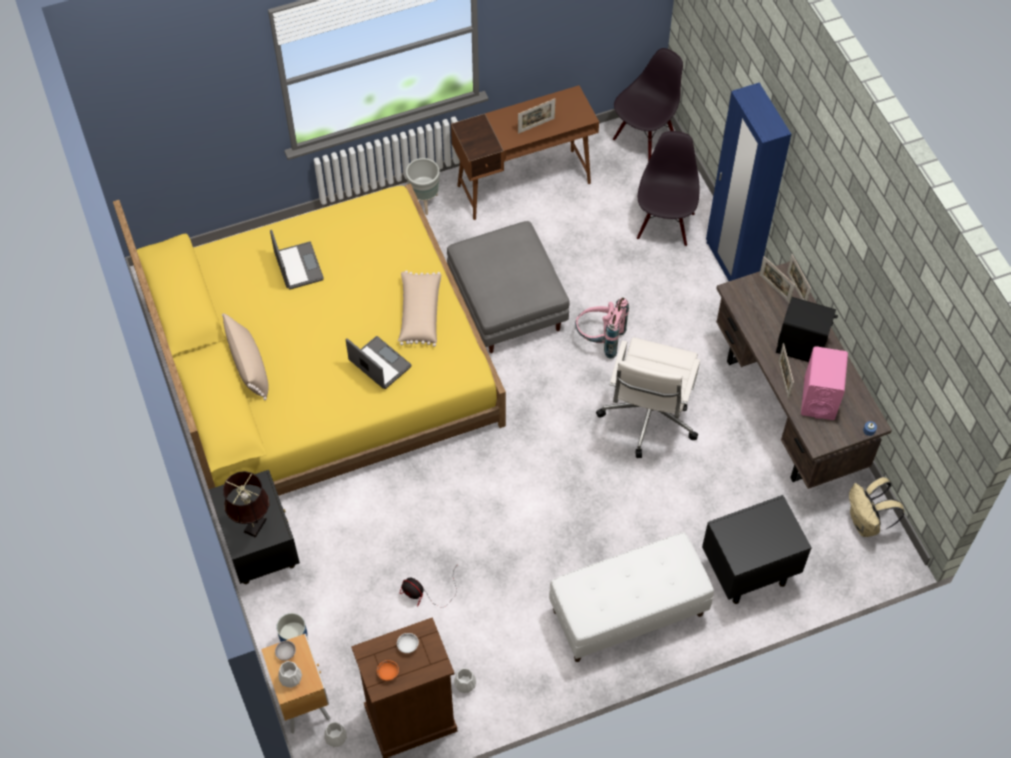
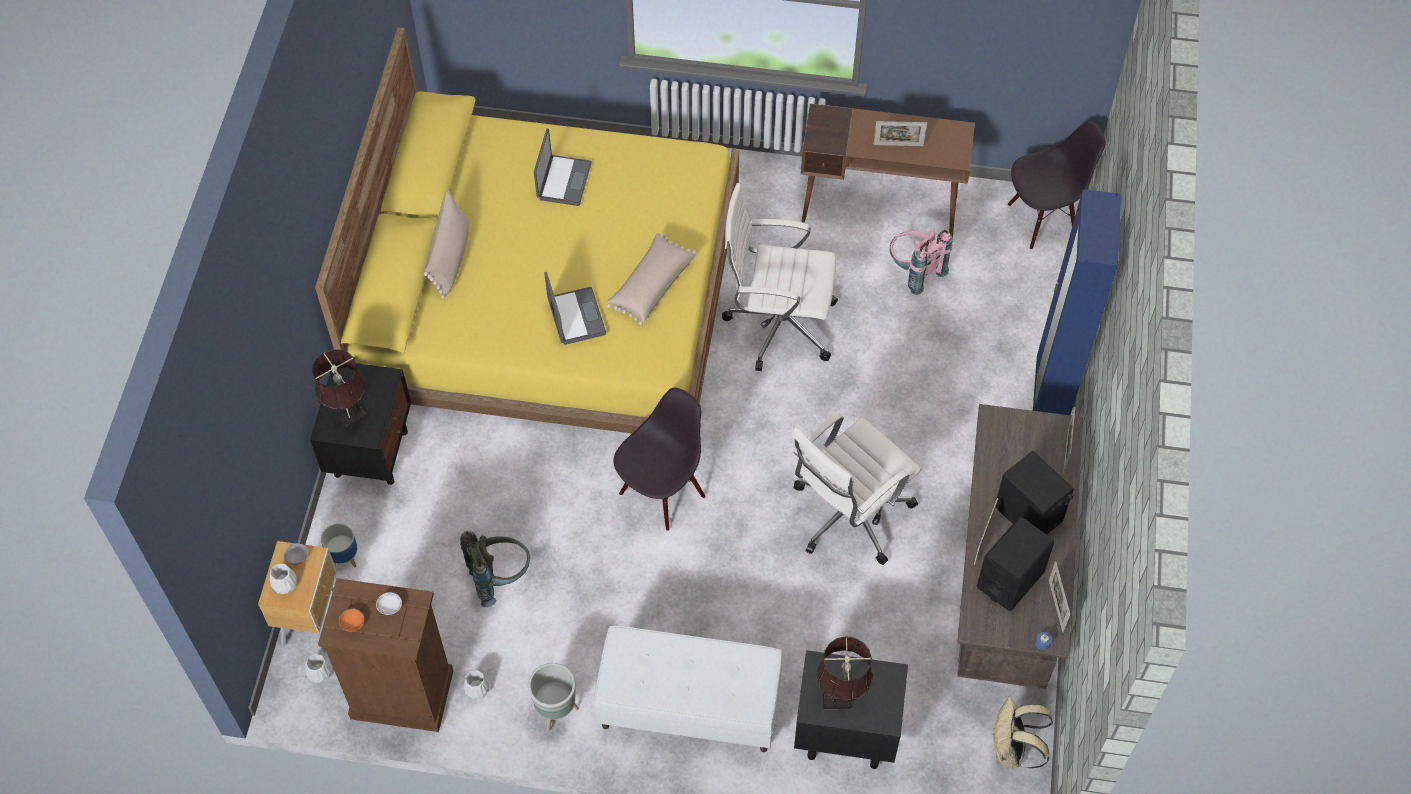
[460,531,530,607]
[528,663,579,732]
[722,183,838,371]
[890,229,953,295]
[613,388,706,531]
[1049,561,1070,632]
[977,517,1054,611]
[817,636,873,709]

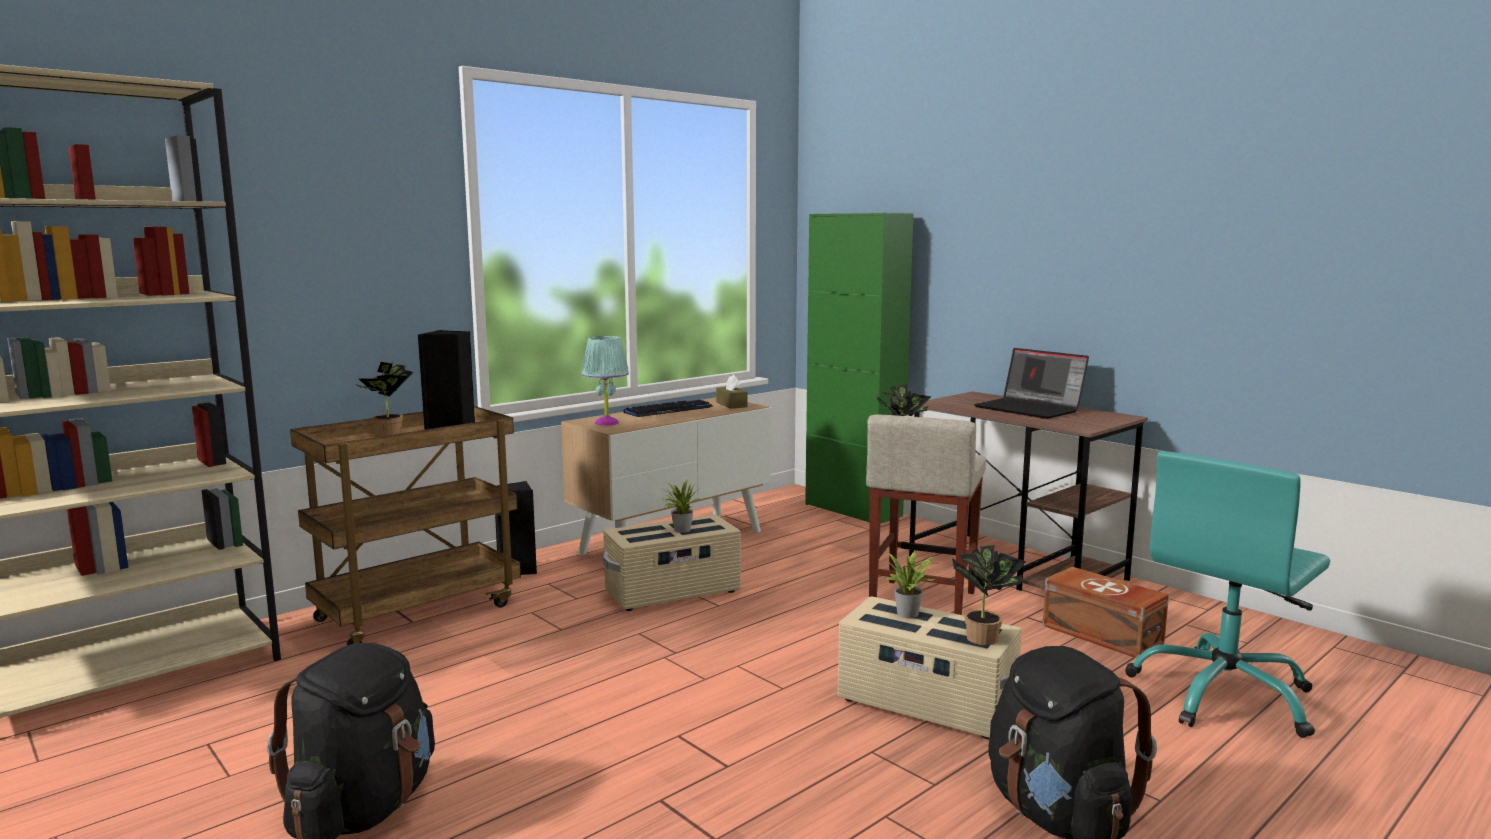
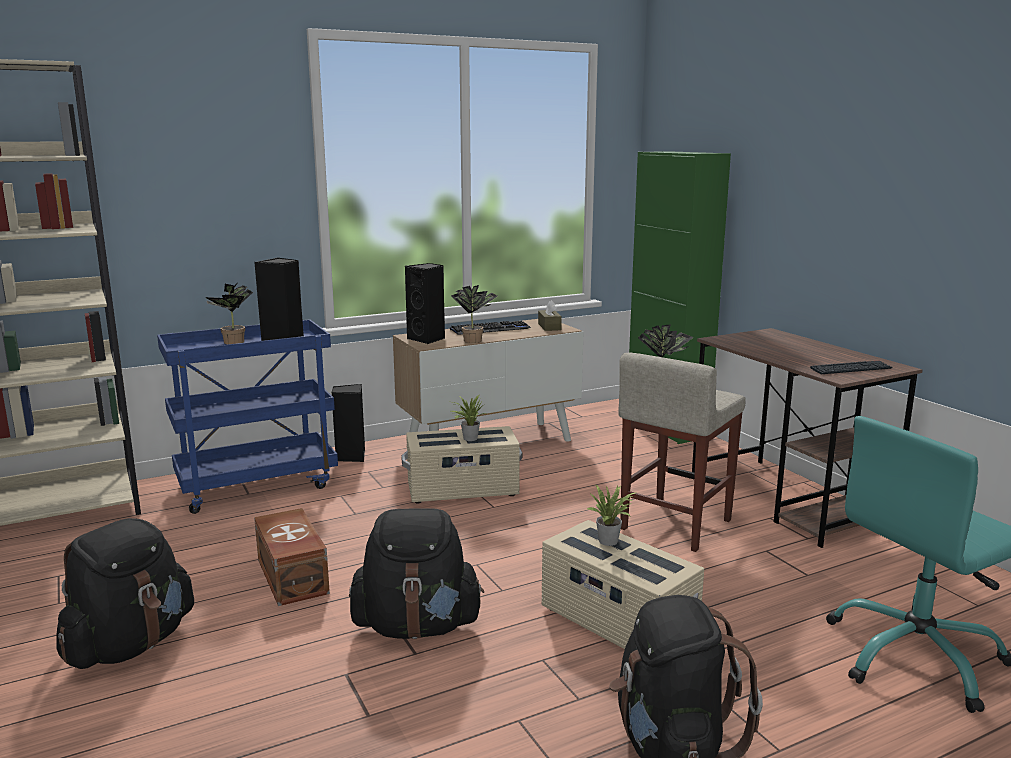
[157,319,338,514]
[405,263,445,344]
[451,285,497,343]
[974,348,1089,419] (first image)
[254,508,330,606]
[349,508,484,639]
[810,361,892,374]

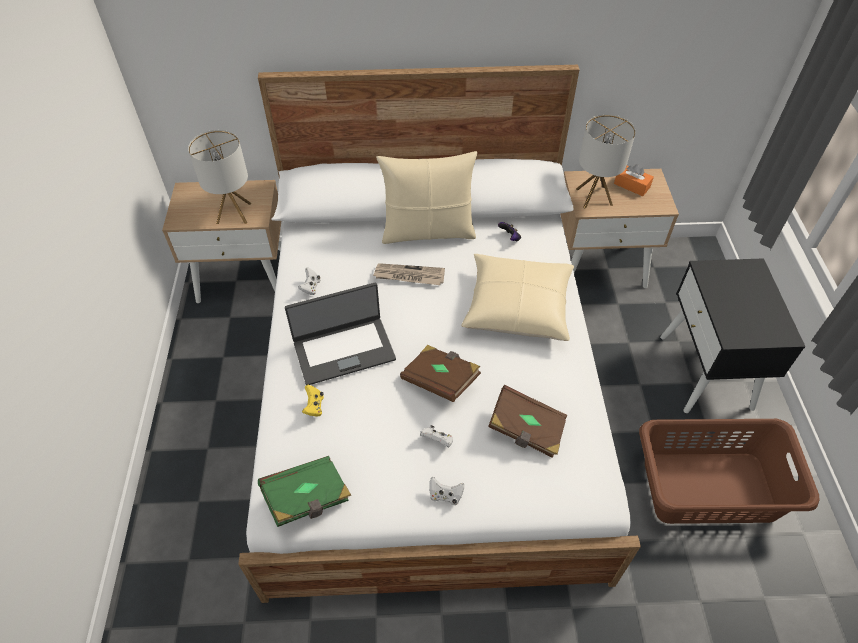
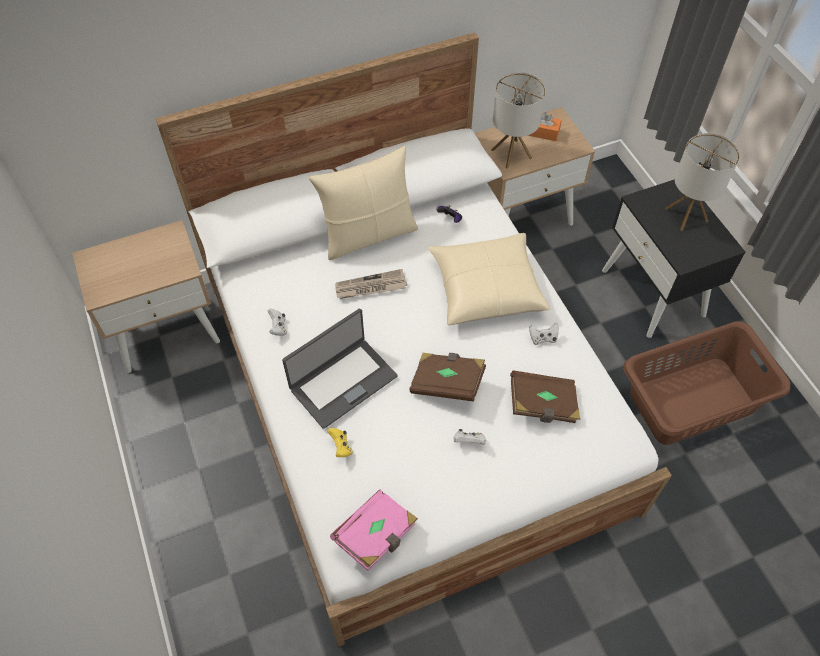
[664,133,740,231]
[330,490,418,571]
[529,323,559,345]

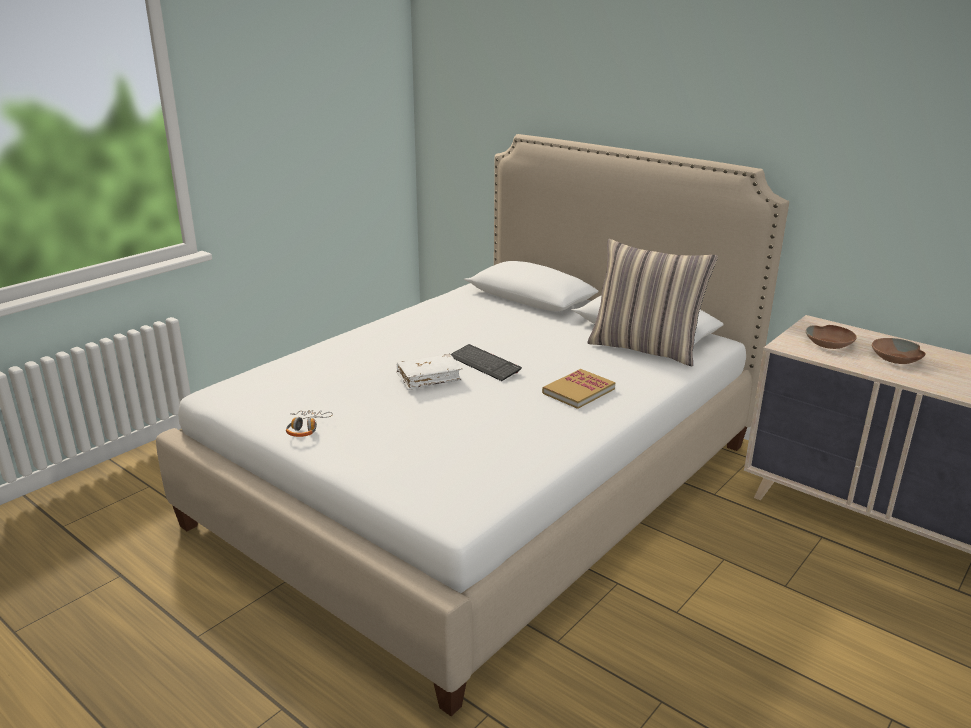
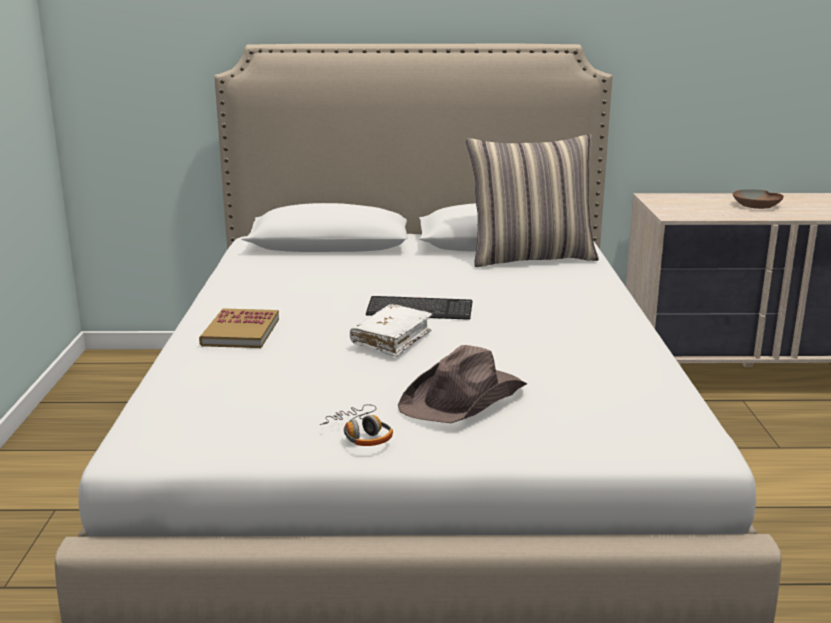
[199,308,279,348]
[806,325,857,349] (first image)
[398,345,527,423]

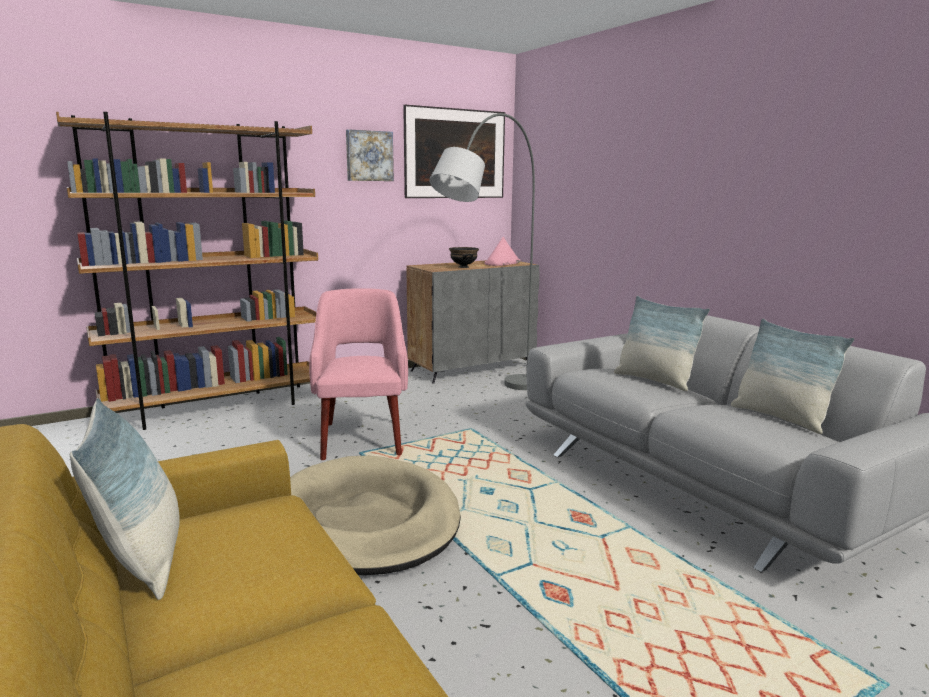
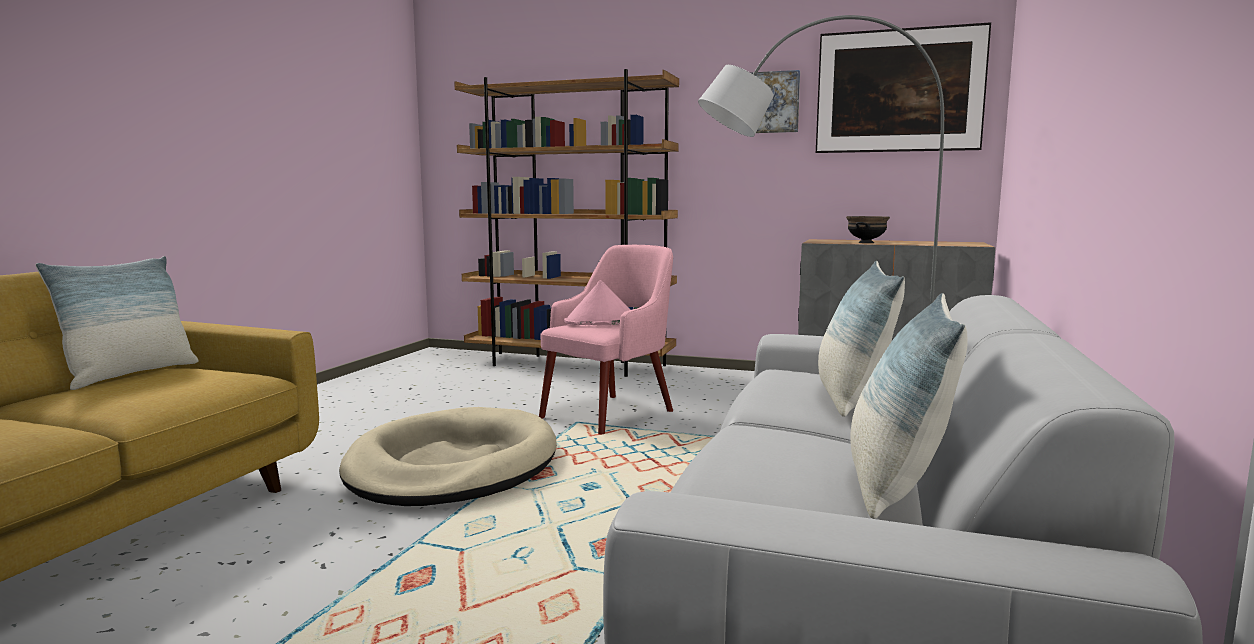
[564,280,630,325]

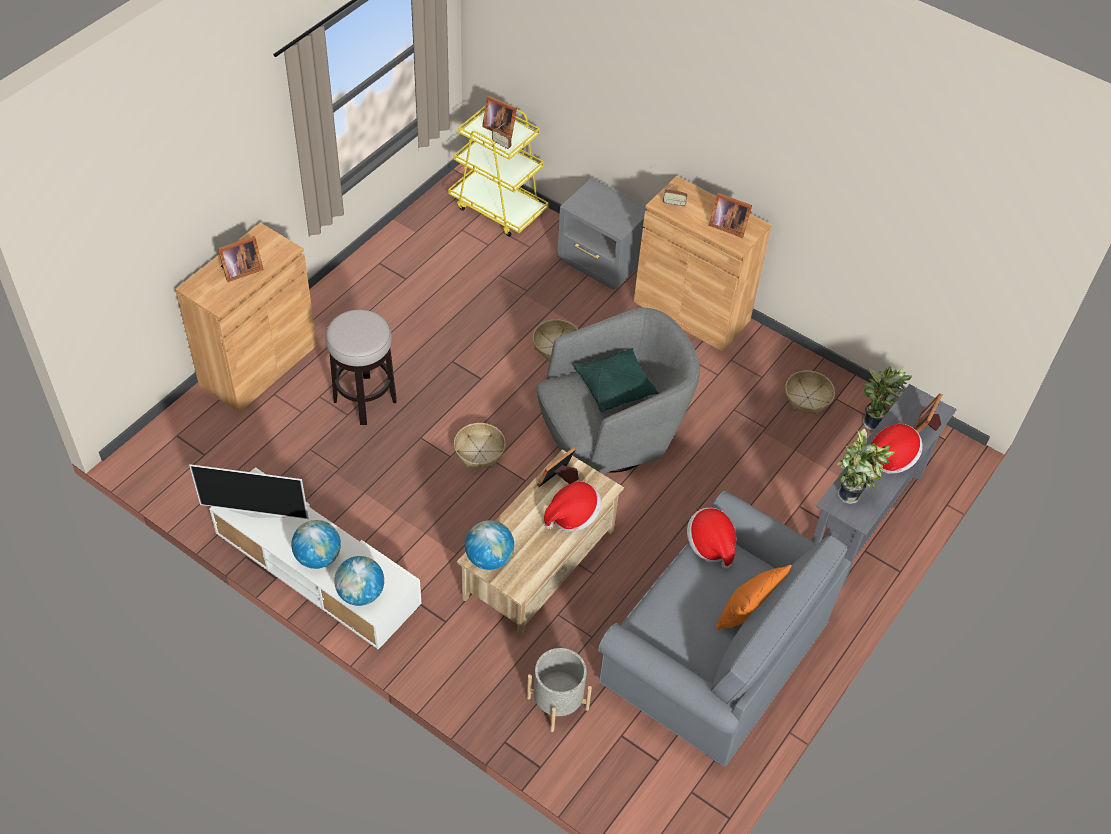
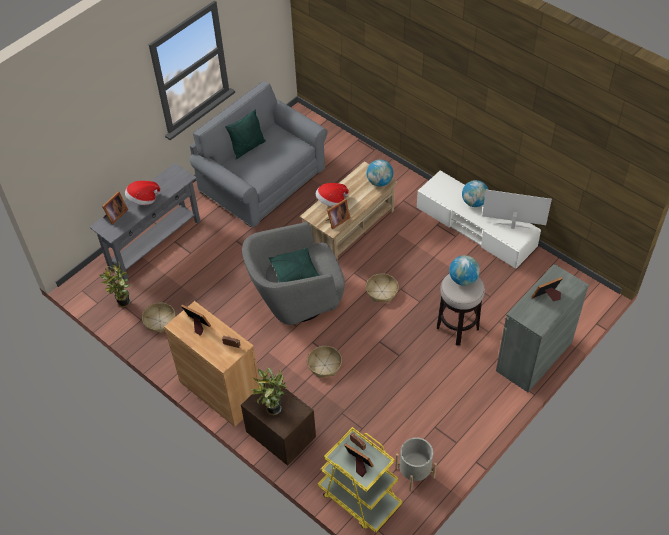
[496,264,589,392]
[449,255,480,286]
[395,437,437,491]
[241,377,316,466]
[687,508,736,569] (first image)
[225,109,266,159]
[251,367,287,415]

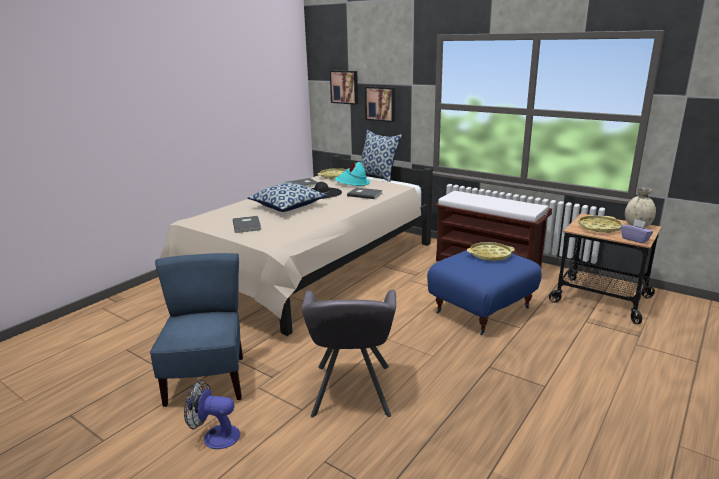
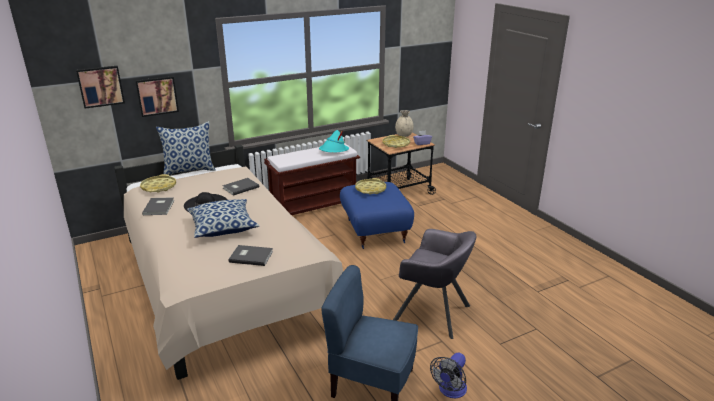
[319,130,349,153]

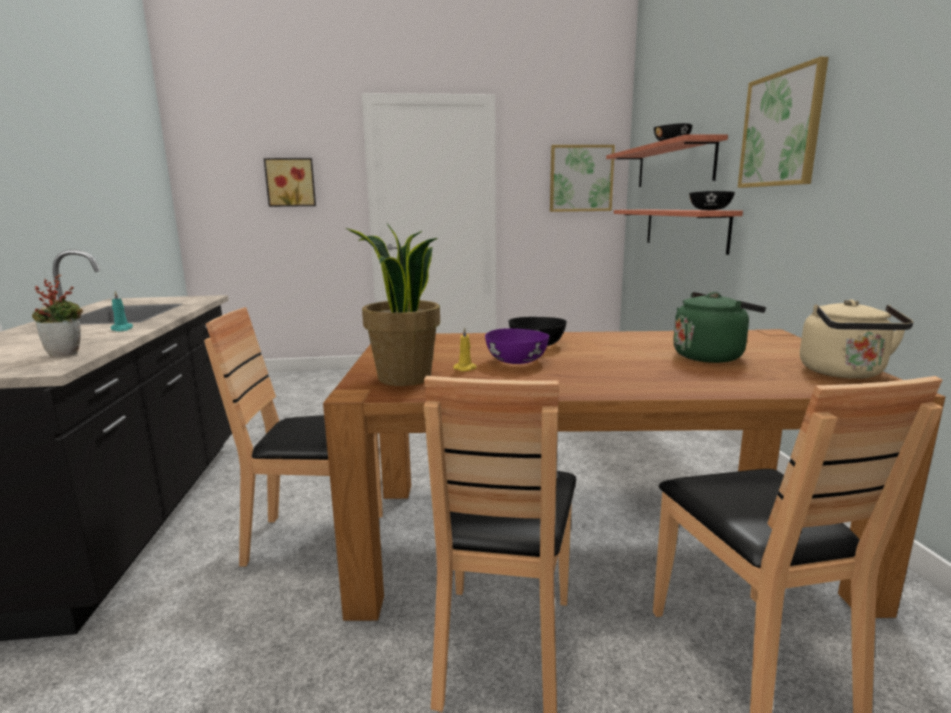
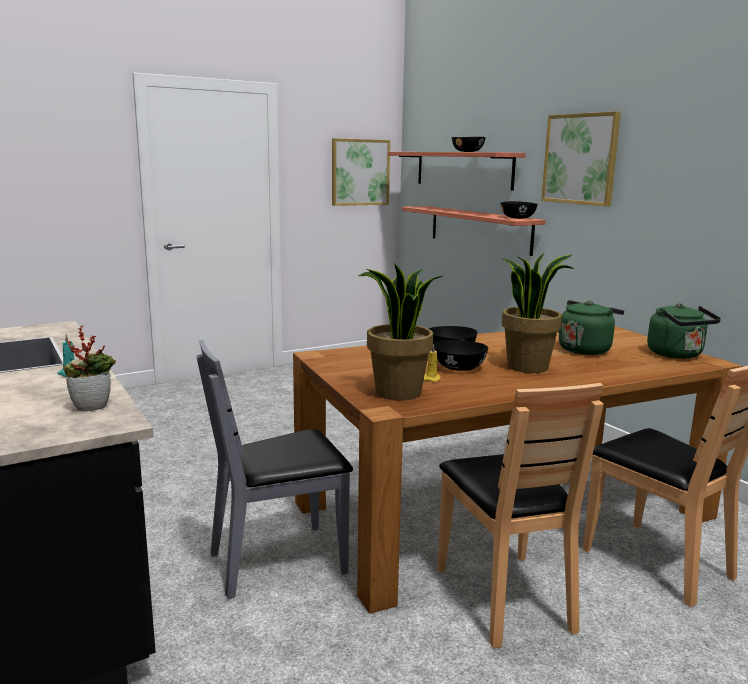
[196,340,353,599]
[263,158,316,207] (first image)
[434,340,488,371]
[647,304,721,359]
[502,252,574,373]

